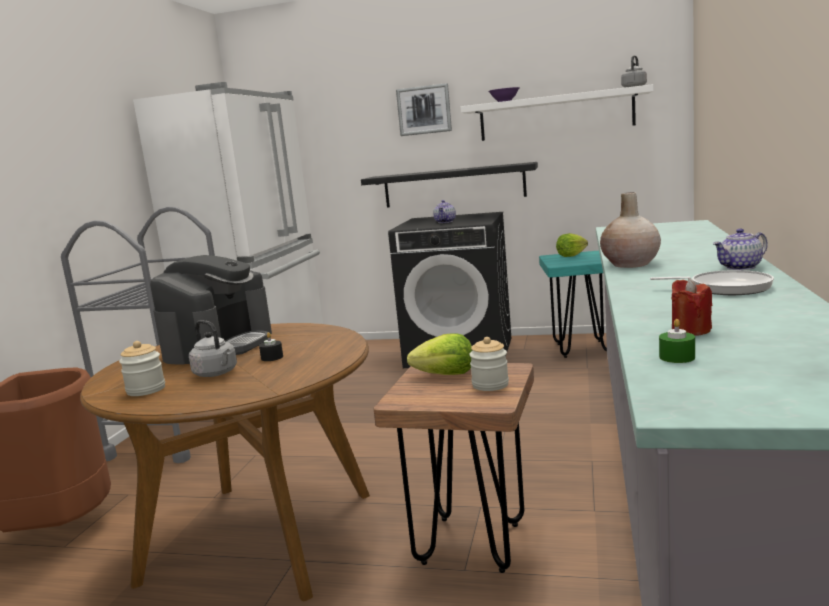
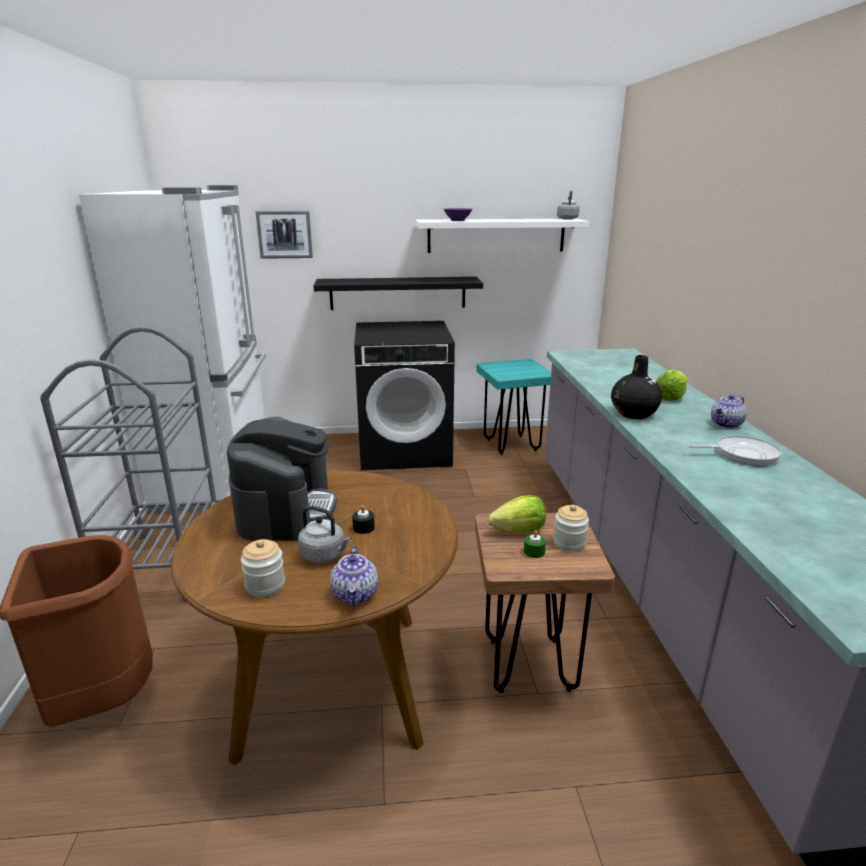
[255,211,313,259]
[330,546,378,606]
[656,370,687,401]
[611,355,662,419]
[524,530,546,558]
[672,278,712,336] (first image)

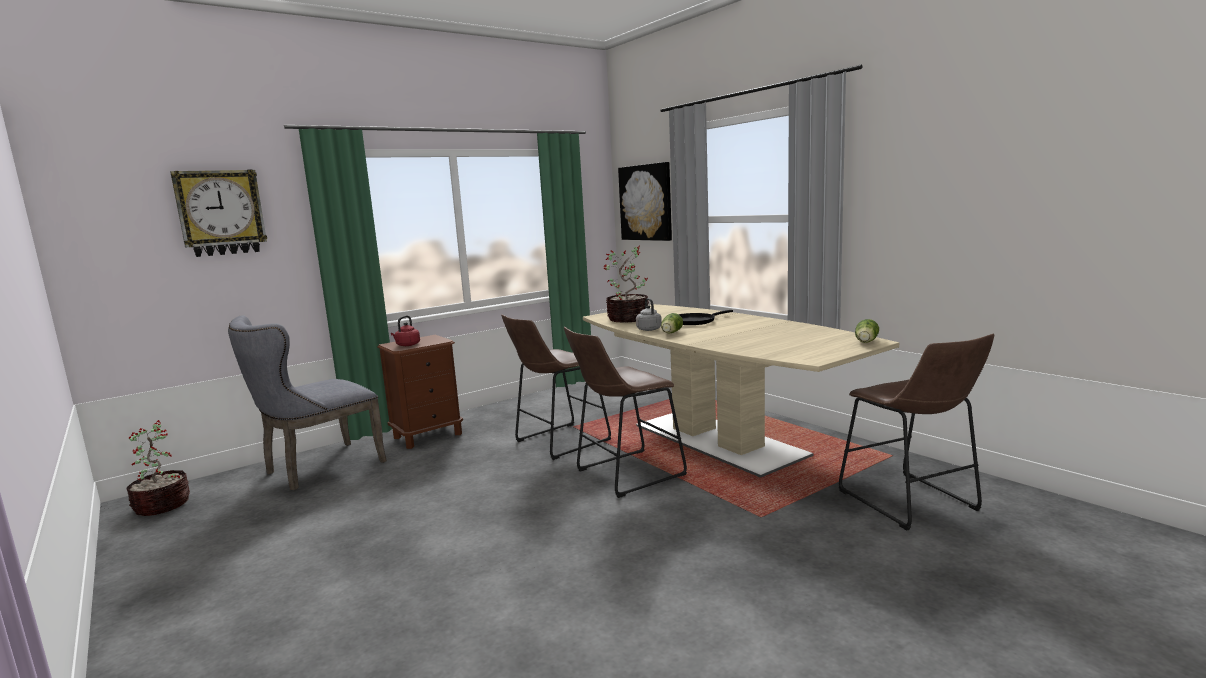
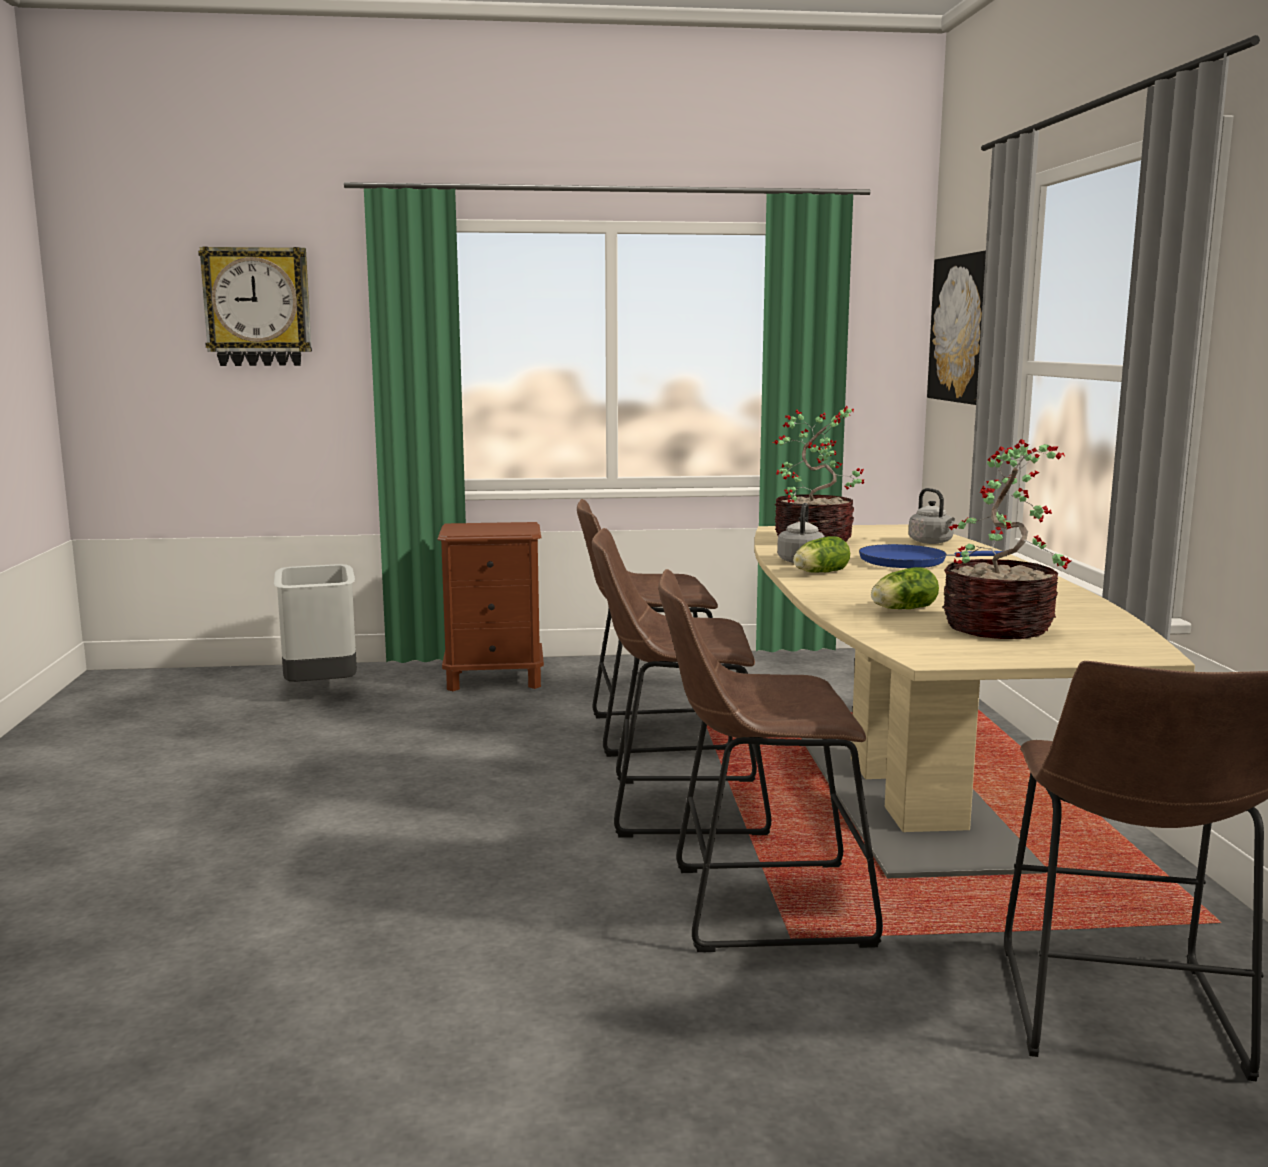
[942,439,1071,639]
[274,564,357,682]
[391,316,420,346] (first image)
[859,544,1002,568]
[871,567,939,609]
[659,569,883,952]
[908,488,955,544]

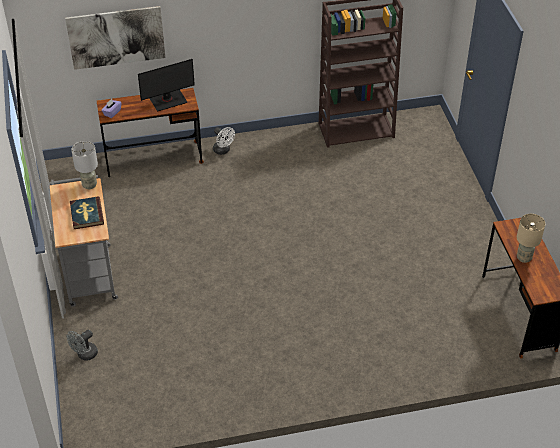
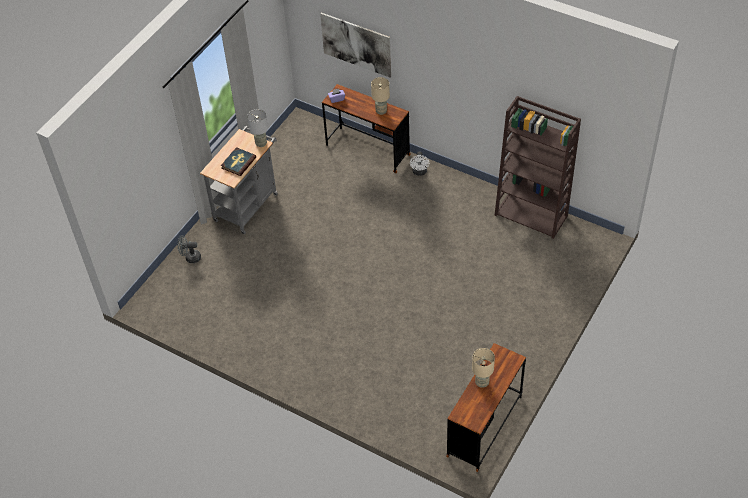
[371,77,390,115]

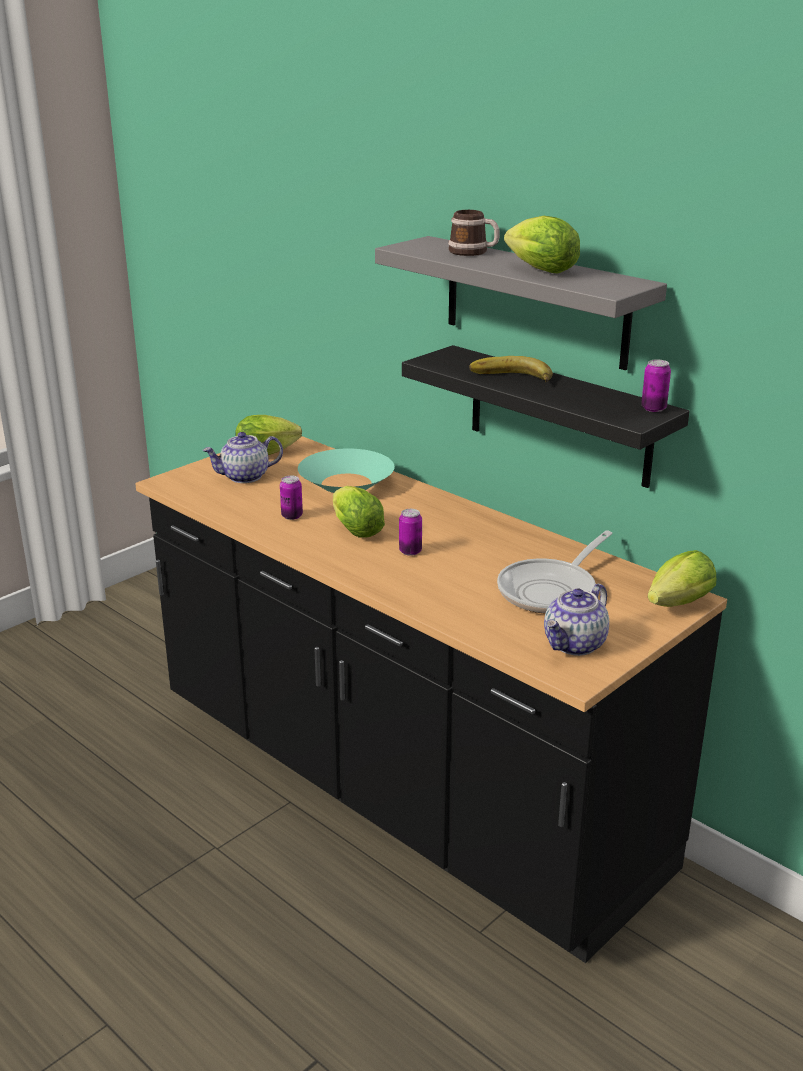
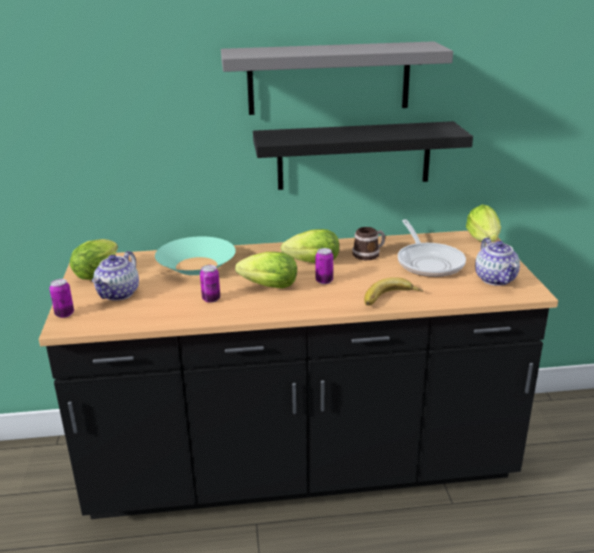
[352,227,385,260]
[364,277,423,306]
[281,229,339,263]
[50,279,74,318]

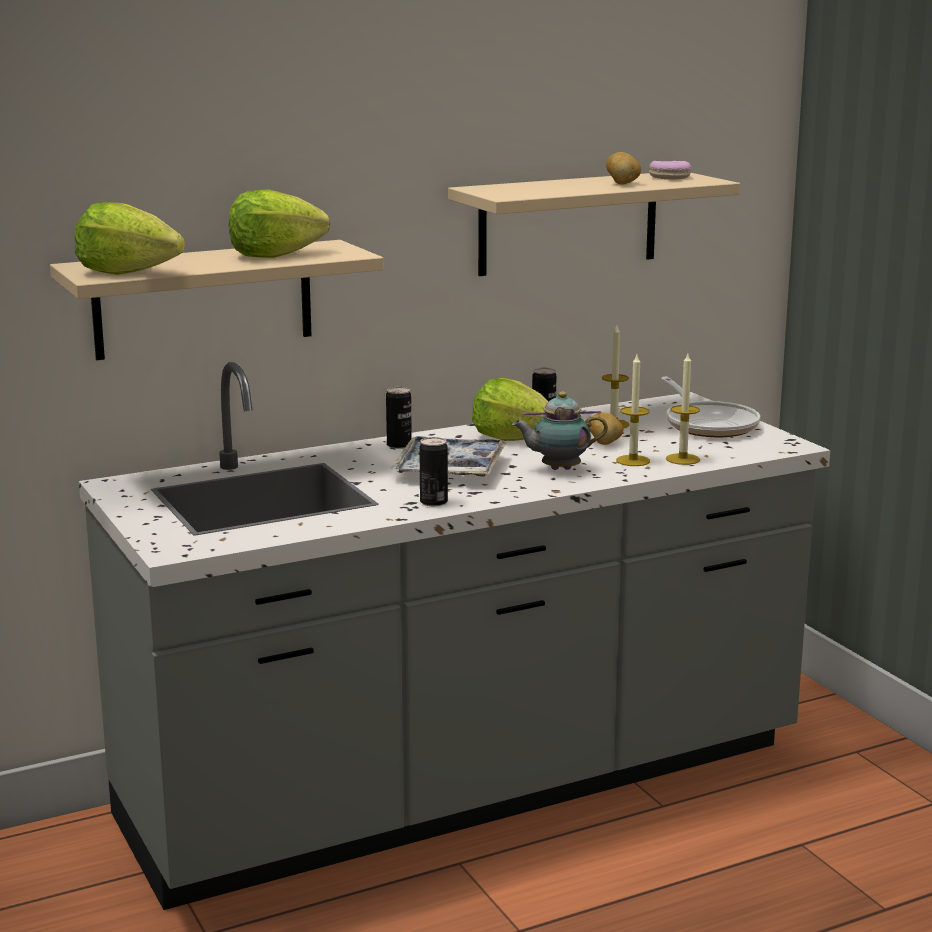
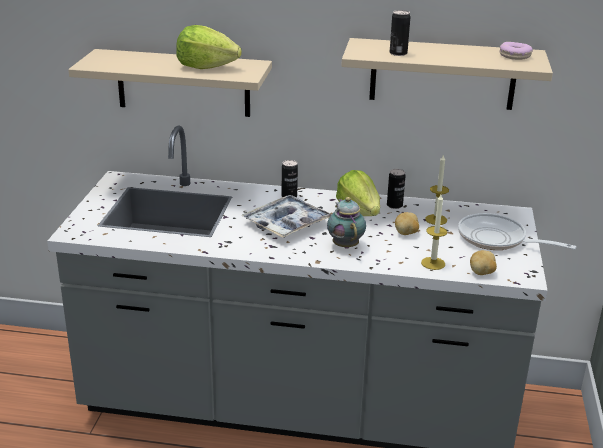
[75,202,185,275] (first image)
[390,10,411,56]
[327,197,366,249]
[470,250,497,275]
[616,355,650,466] (first image)
[458,213,577,250]

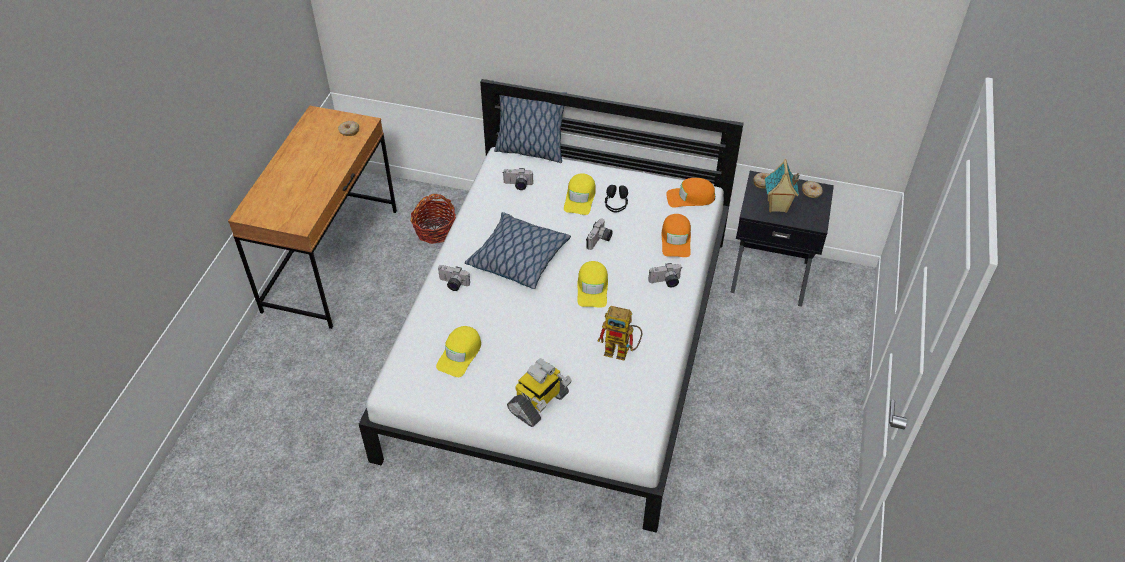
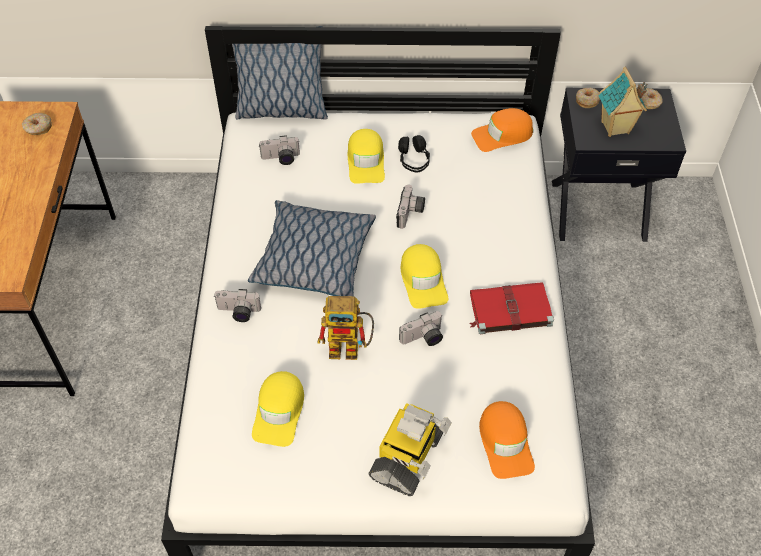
[410,194,456,244] (first image)
[318,296,374,360]
[399,311,443,346]
[479,401,535,479]
[470,282,554,334]

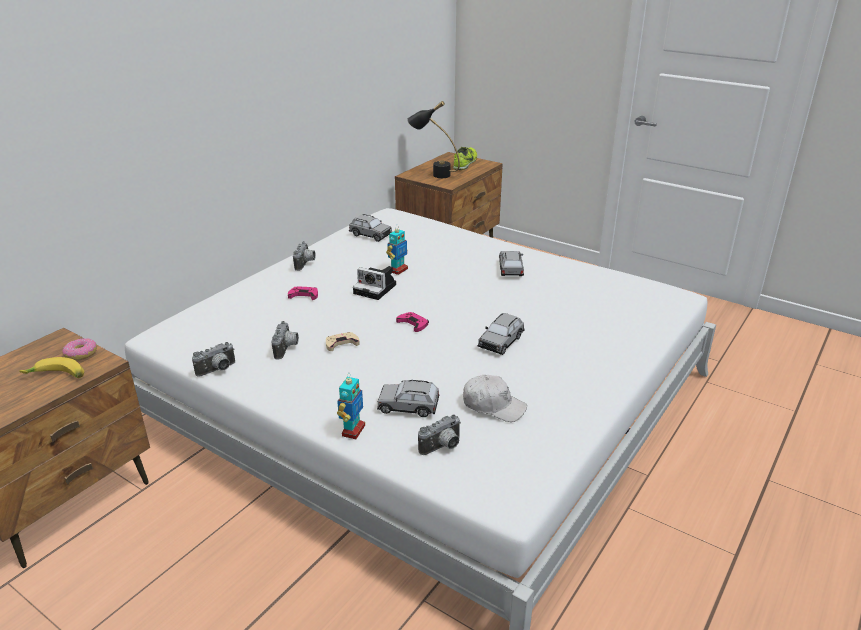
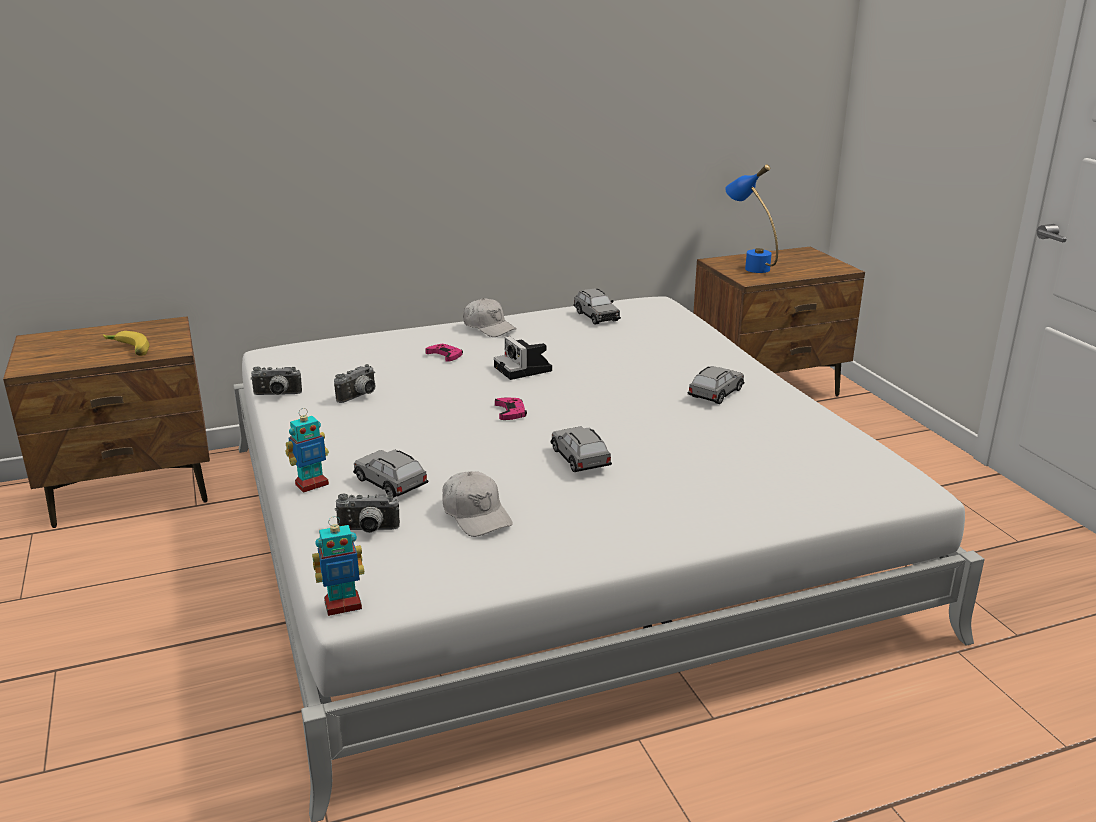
[62,338,97,361] (first image)
[463,298,517,337]
[326,332,360,351] (first image)
[312,516,365,616]
[725,164,778,273]
[453,147,477,170] (first image)
[551,427,612,472]

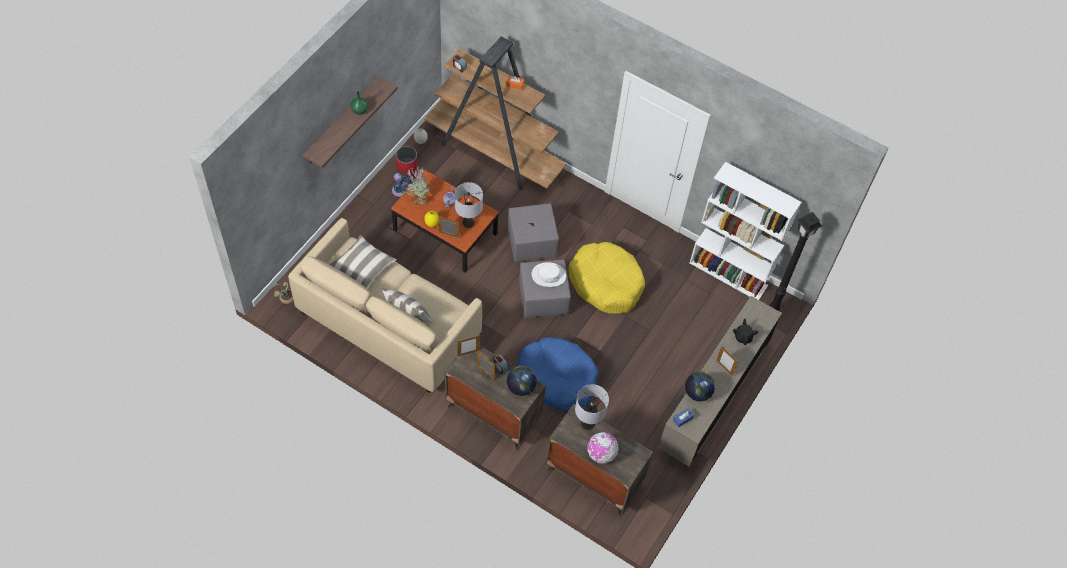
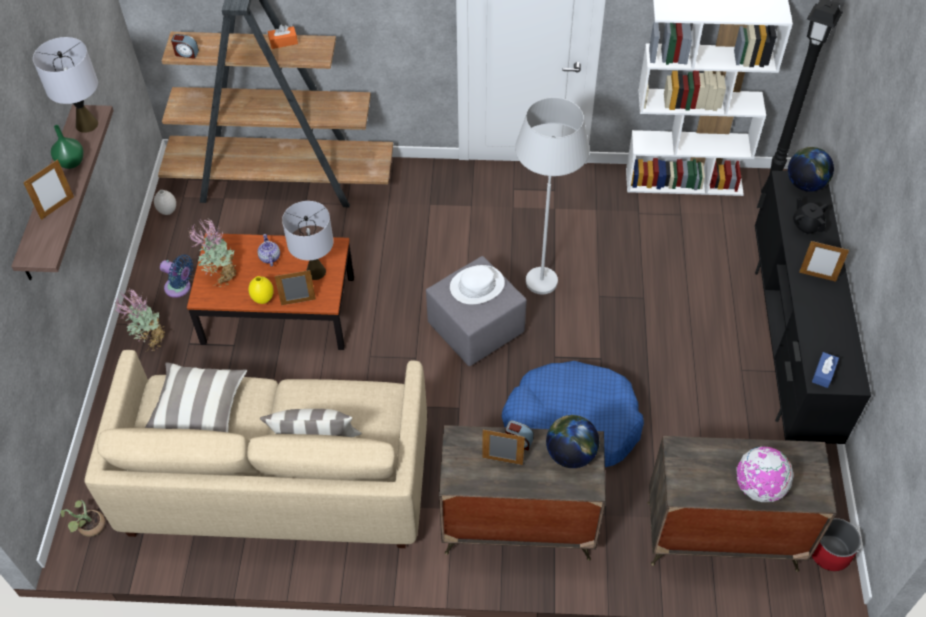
[812,518,861,571]
[23,159,74,220]
[508,203,559,262] (first image)
[515,97,590,295]
[33,37,98,133]
[755,171,871,444]
[788,147,834,192]
[114,288,165,352]

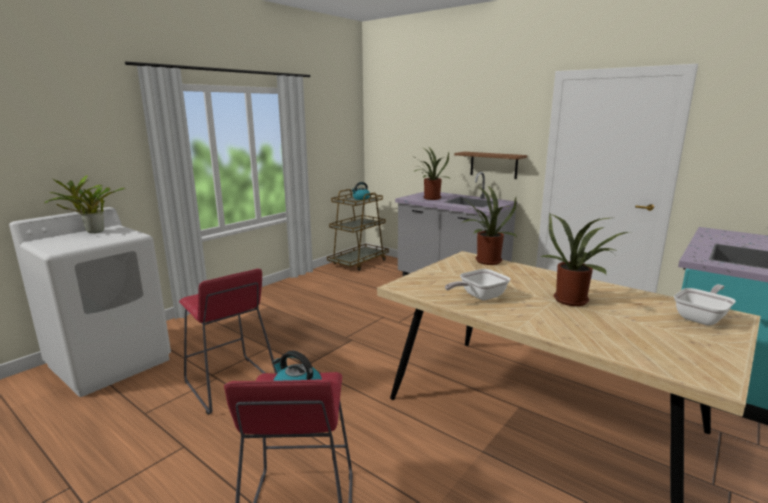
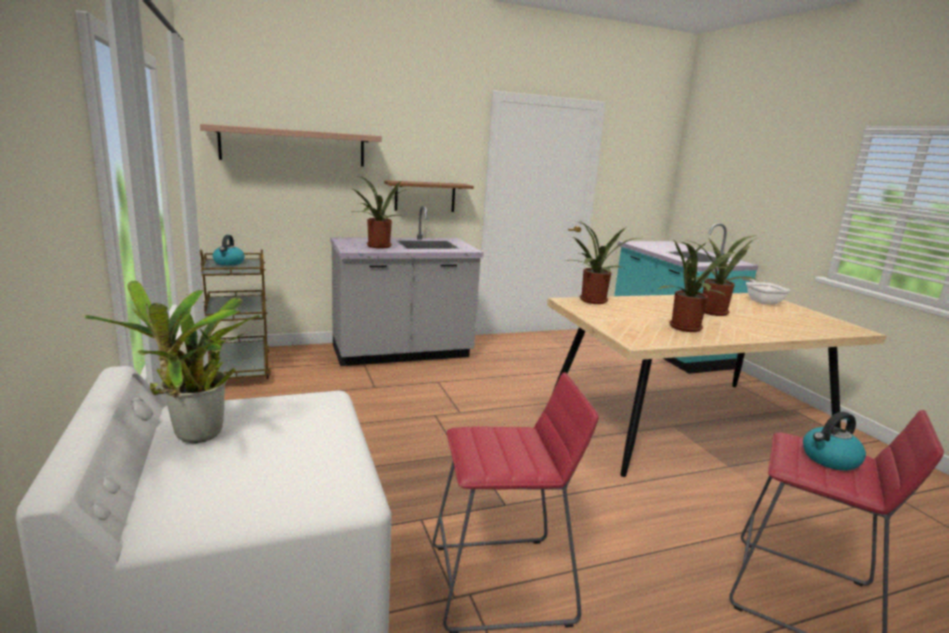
[659,239,735,332]
[200,124,382,167]

